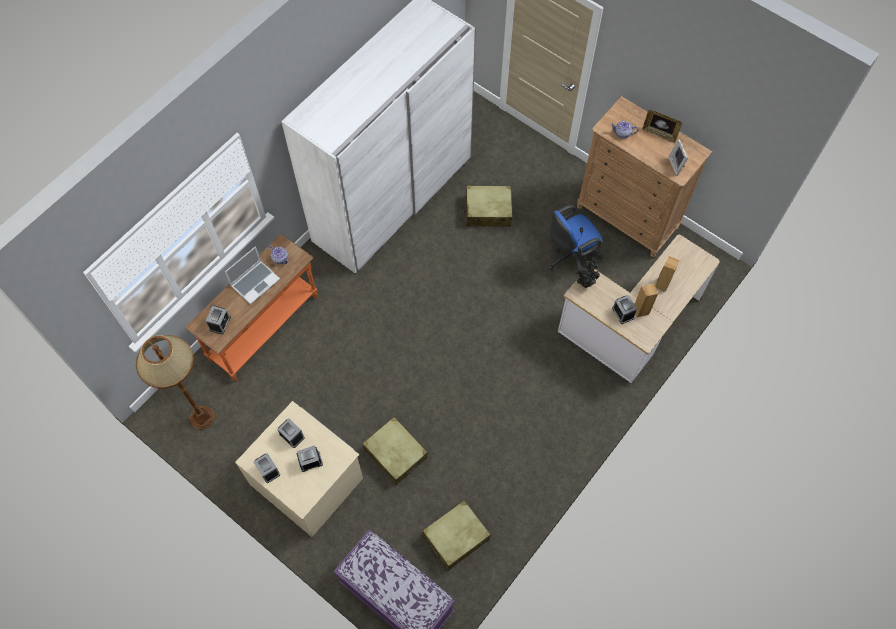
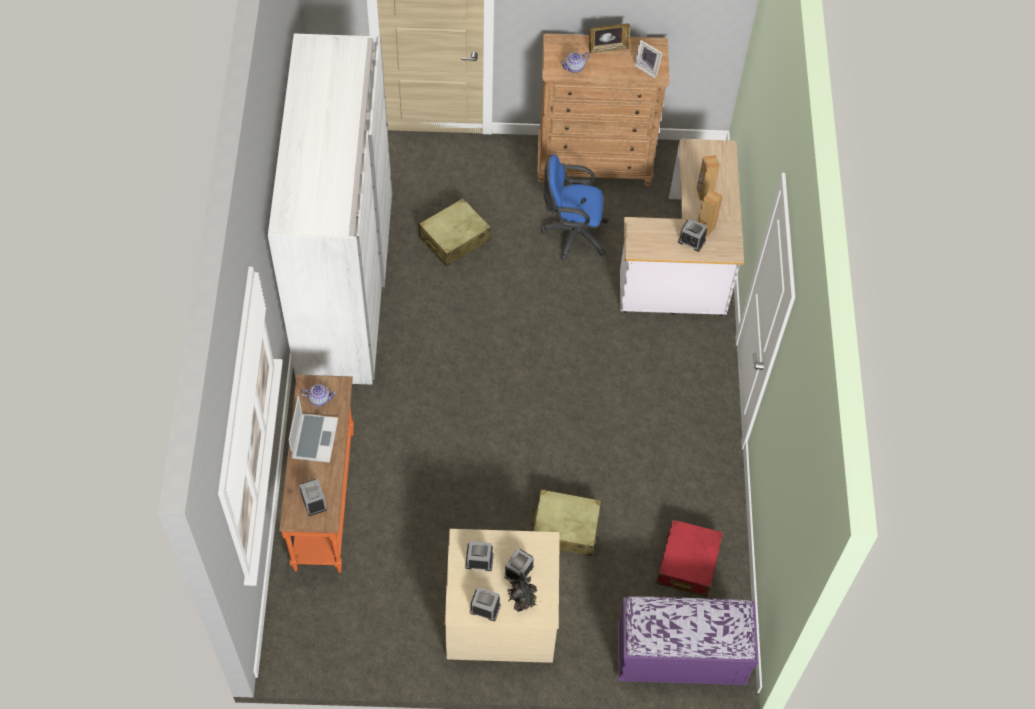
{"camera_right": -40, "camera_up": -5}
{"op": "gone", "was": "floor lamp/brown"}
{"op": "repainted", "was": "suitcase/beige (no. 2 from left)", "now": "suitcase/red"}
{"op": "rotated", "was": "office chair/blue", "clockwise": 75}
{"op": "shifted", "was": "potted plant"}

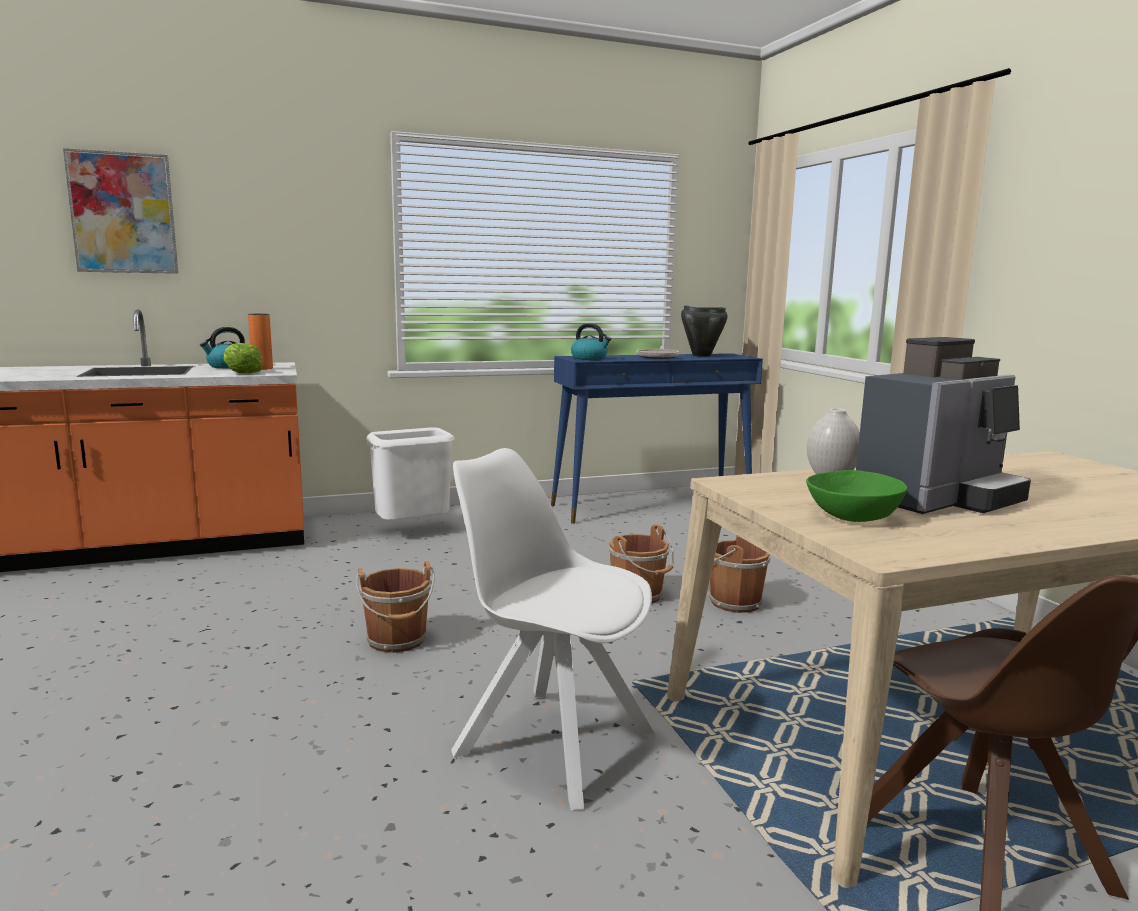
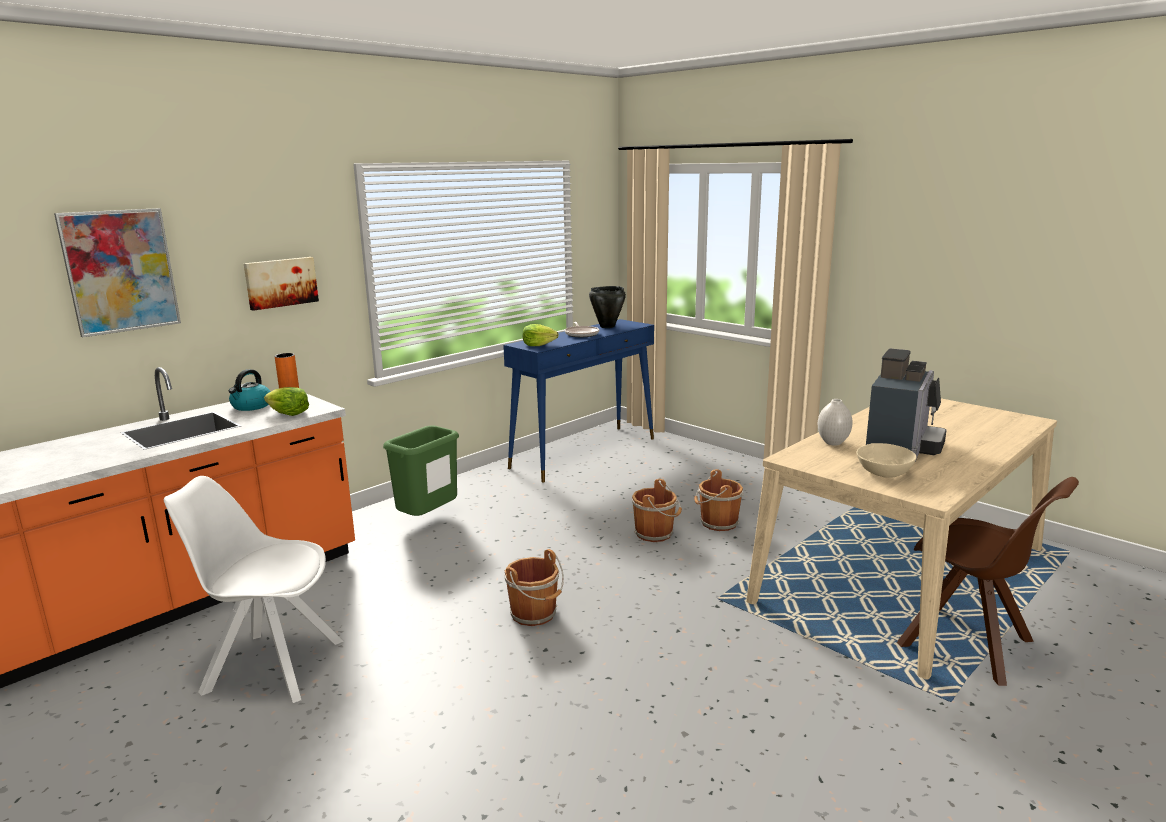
{"camera_right": -25, "camera_up": 5}
{"op": "repainted", "was": "trash can/white", "now": "trash can/green"}
{"op": "shifted", "was": "chair/white"}
{"op": "swapped", "was": "kettle (no. 2 from left)", "now": "lettuce (no. 2 from left)"}
{"op": "repainted", "was": "bowl/green", "now": "bowl/beige"}
{"op": "new", "now": "picture (no. 2 from left)"}

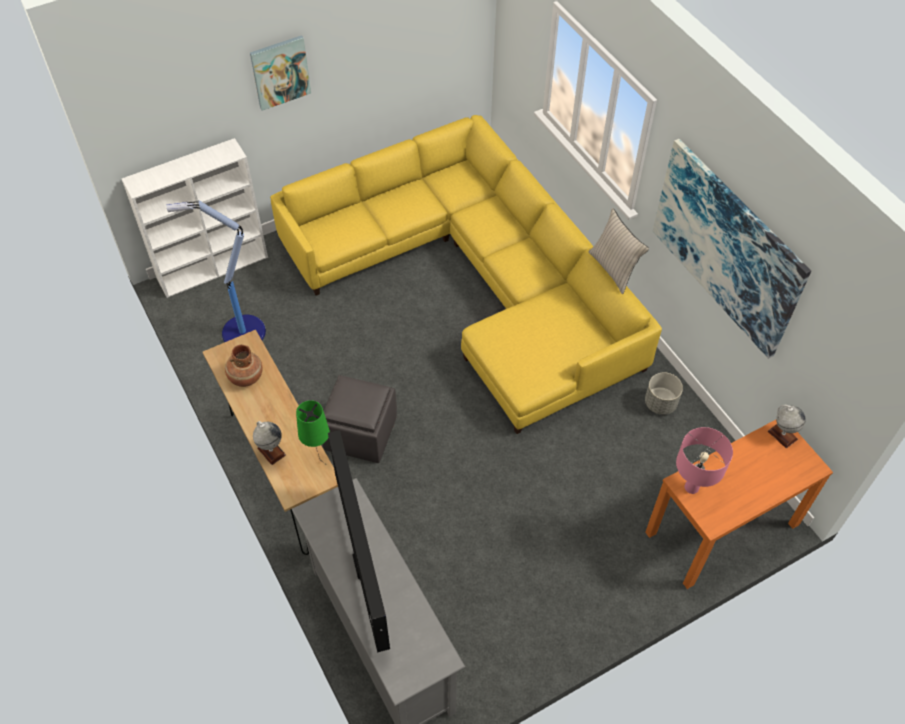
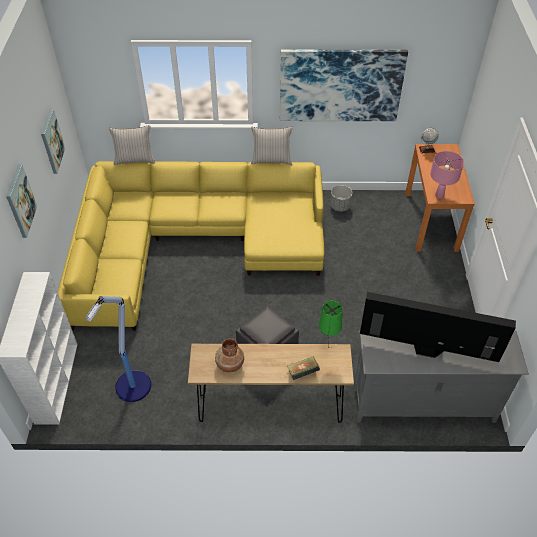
{"camera_right": -60, "camera_up": -5}
{"op": "swapped", "was": "globe (no. 1 from left)", "now": "book"}
{"op": "new", "now": "picture (no. 2 from left)"}
{"op": "new", "now": "pillow/beige (no. 1 from left)"}

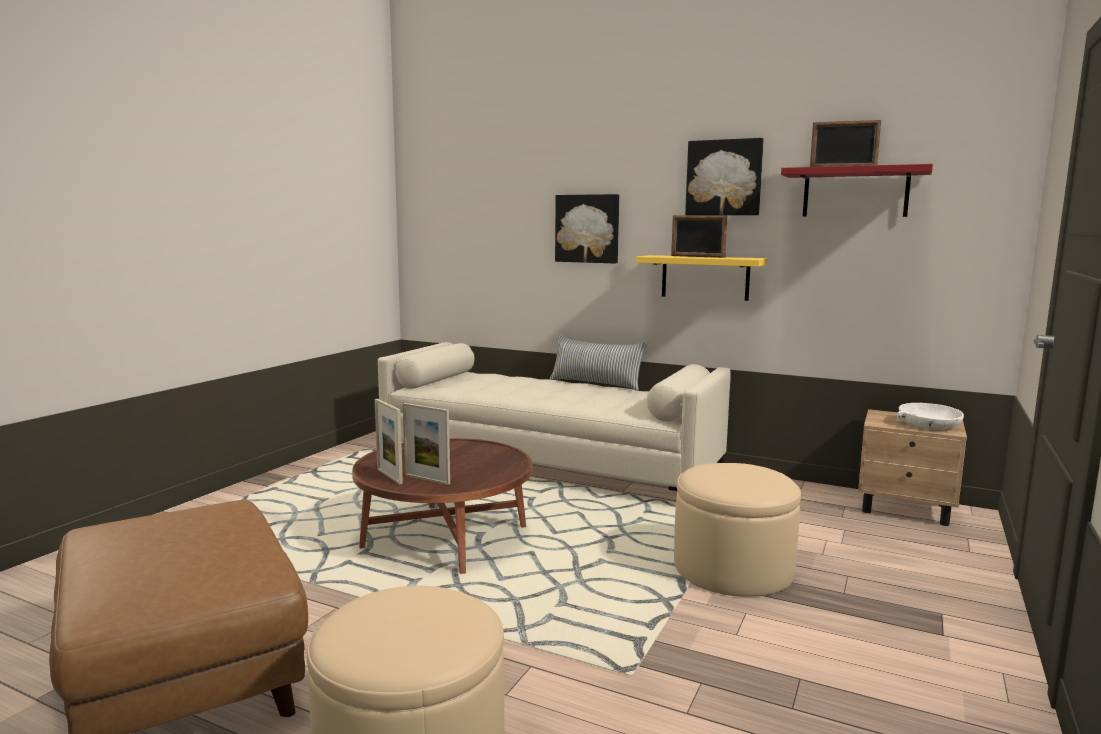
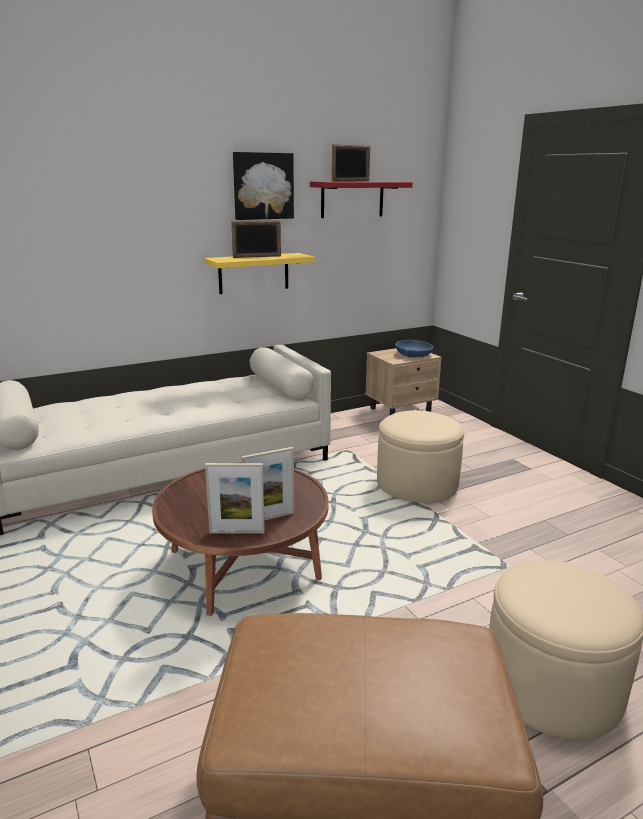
{"camera_right": -55, "camera_up": 10}
{"op": "gone", "was": "pillow"}
{"op": "gone", "was": "picture (no. 1 from left)"}
{"op": "repainted", "was": "bowl/white", "now": "bowl/blue"}

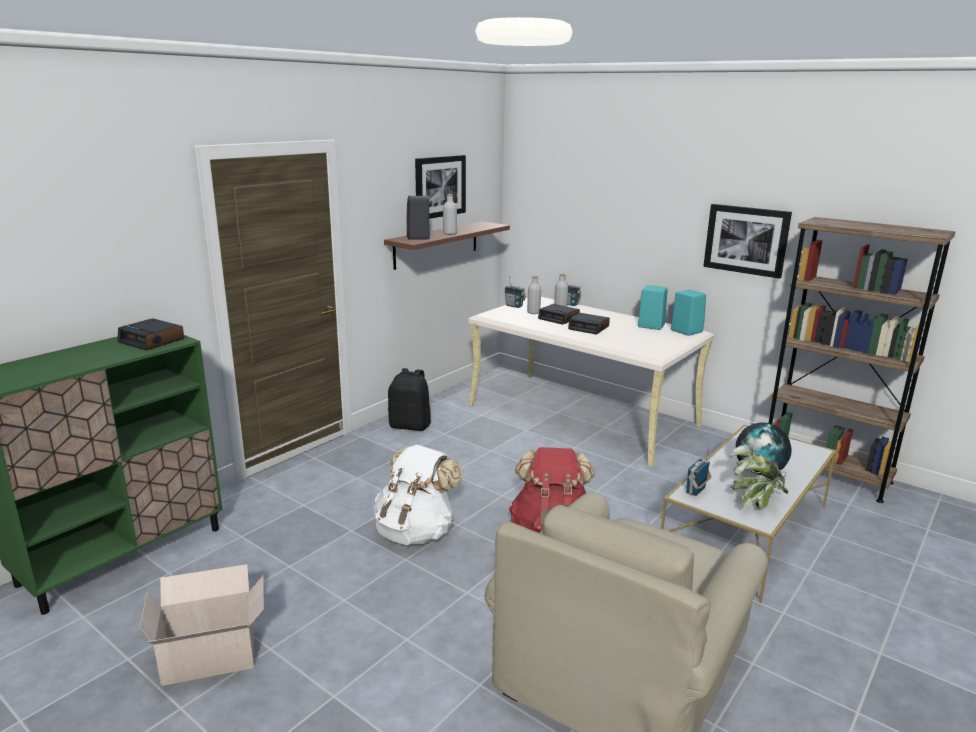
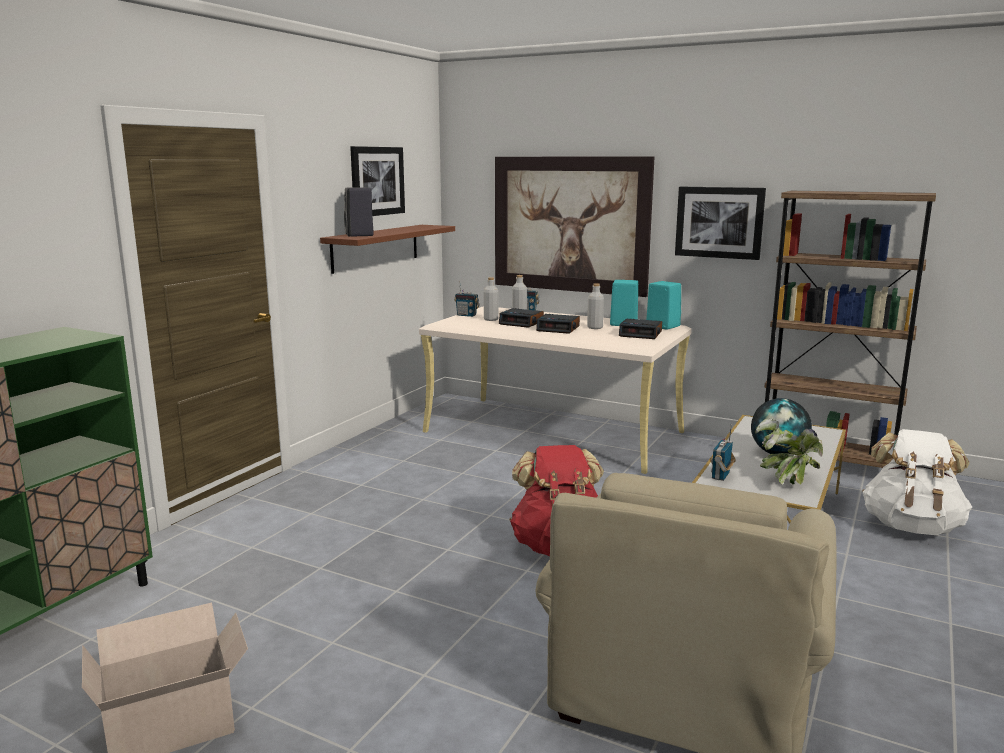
{"camera_right": -10, "camera_up": -5}
{"op": "shifted", "was": "alarm clock (no. 1 from left in the first image)", "now": "alarm clock (no. 3 from left)"}
{"op": "shifted", "was": "backpack/white"}
{"op": "gone", "was": "backpack/black"}
{"op": "shifted", "was": "bottle/grey (no. 1 from left in the first image)", "now": "bottle/grey (no. 3 from left)"}
{"op": "new", "now": "picture (no. 2 from left)"}

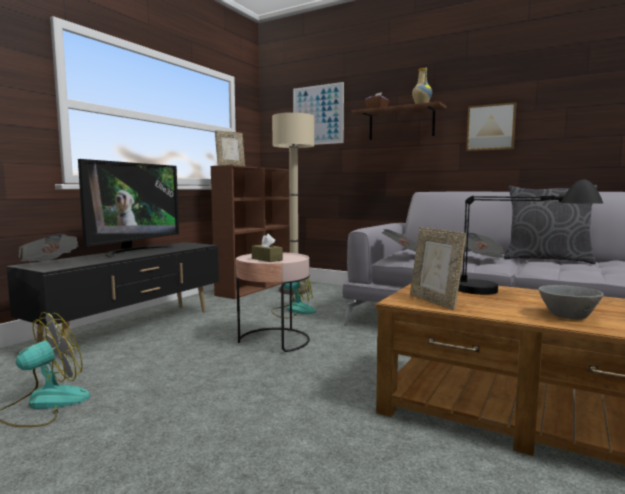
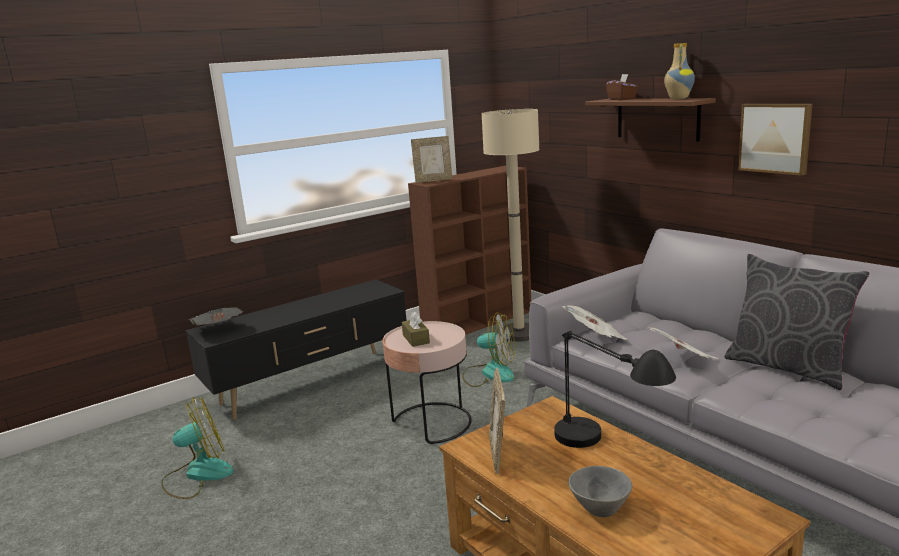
{"camera_right": 25, "camera_up": 10}
{"op": "gone", "was": "television"}
{"op": "gone", "was": "picture (no. 1 from left)"}

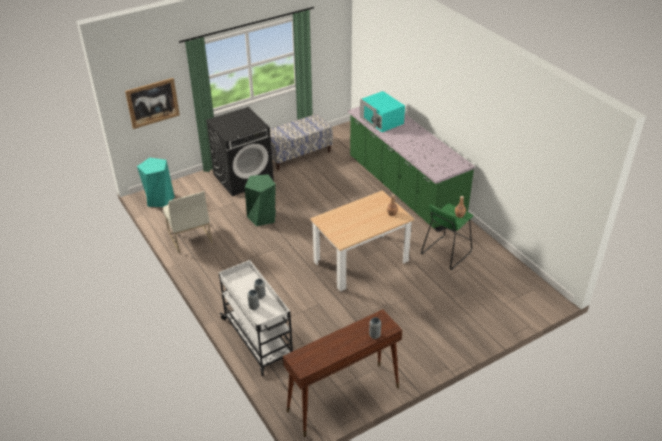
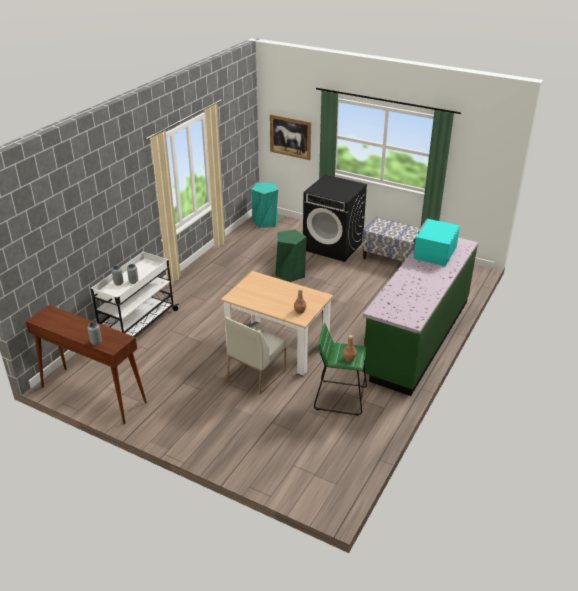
{"camera_right": 60, "camera_up": -5}
{"op": "shifted", "was": "chair/white"}

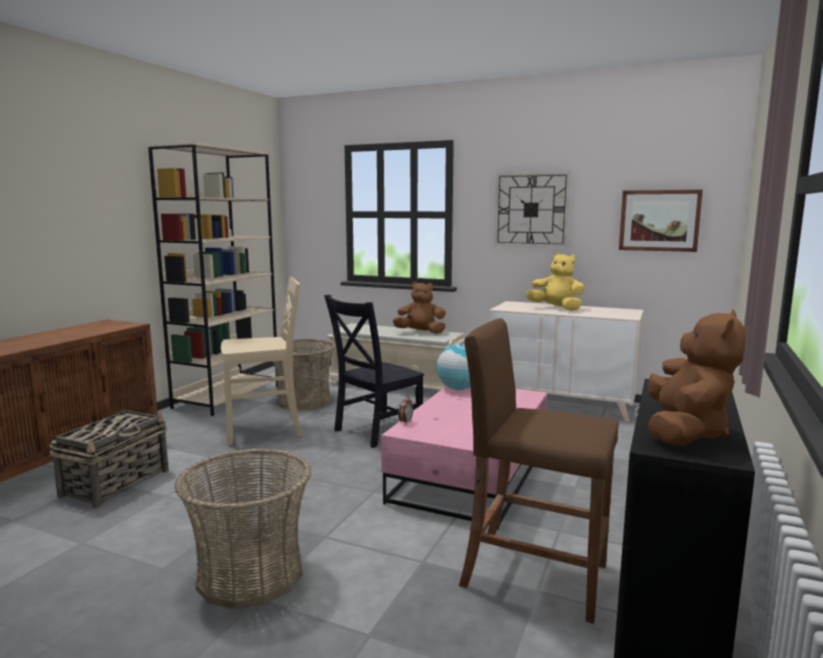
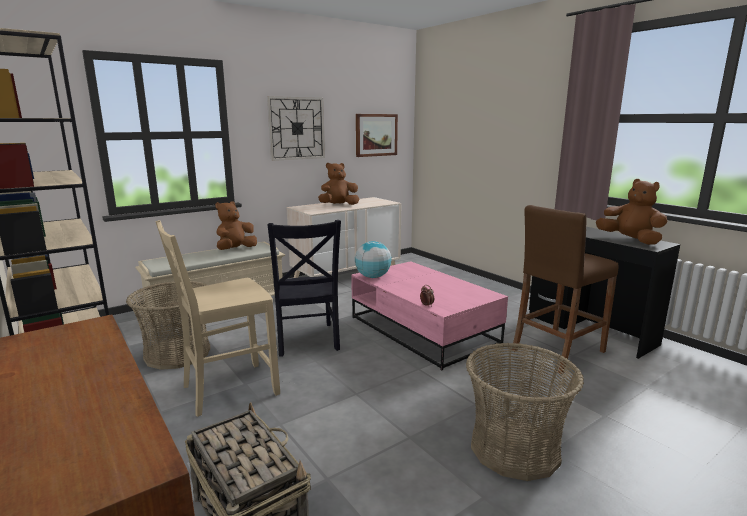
{"camera_right": -60, "camera_up": 5}
{"op": "rotated", "was": "chair/beige", "clockwise": -135}
{"op": "repainted", "was": "plush toy/yellow", "now": "plush toy/brown (no. 2 from left)"}

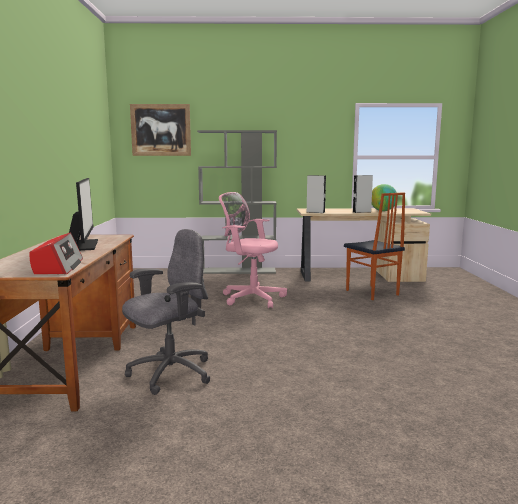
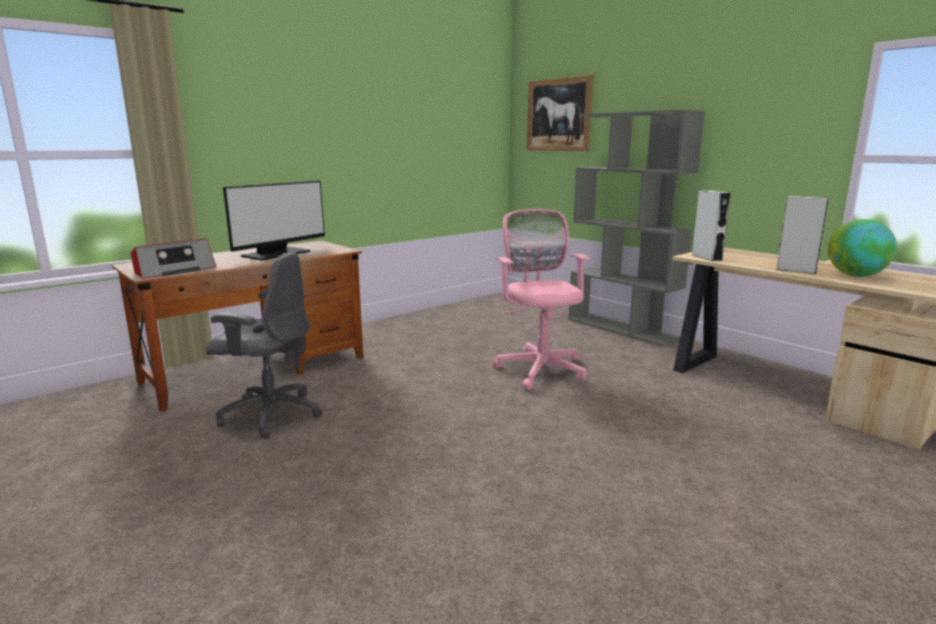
{"camera_right": 50, "camera_up": 5}
{"op": "gone", "was": "chair"}

